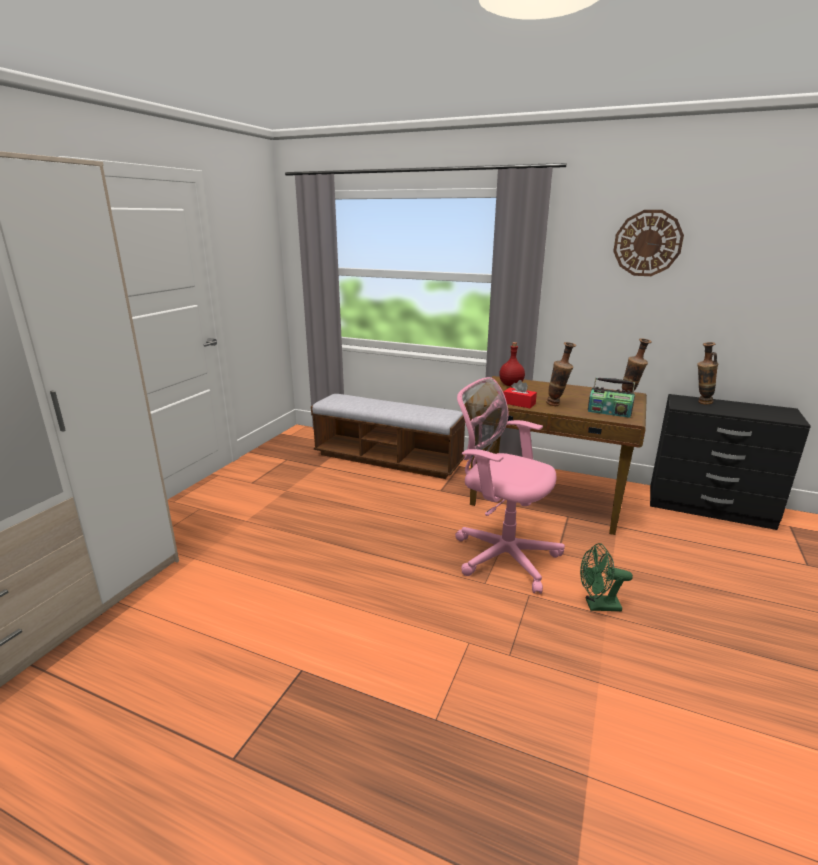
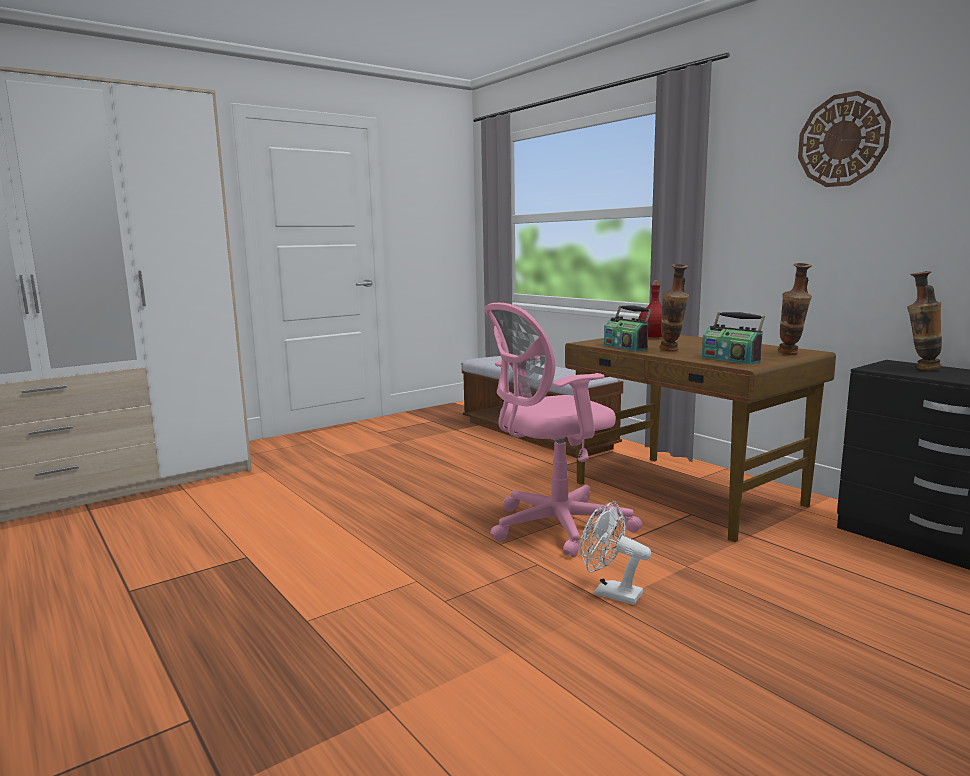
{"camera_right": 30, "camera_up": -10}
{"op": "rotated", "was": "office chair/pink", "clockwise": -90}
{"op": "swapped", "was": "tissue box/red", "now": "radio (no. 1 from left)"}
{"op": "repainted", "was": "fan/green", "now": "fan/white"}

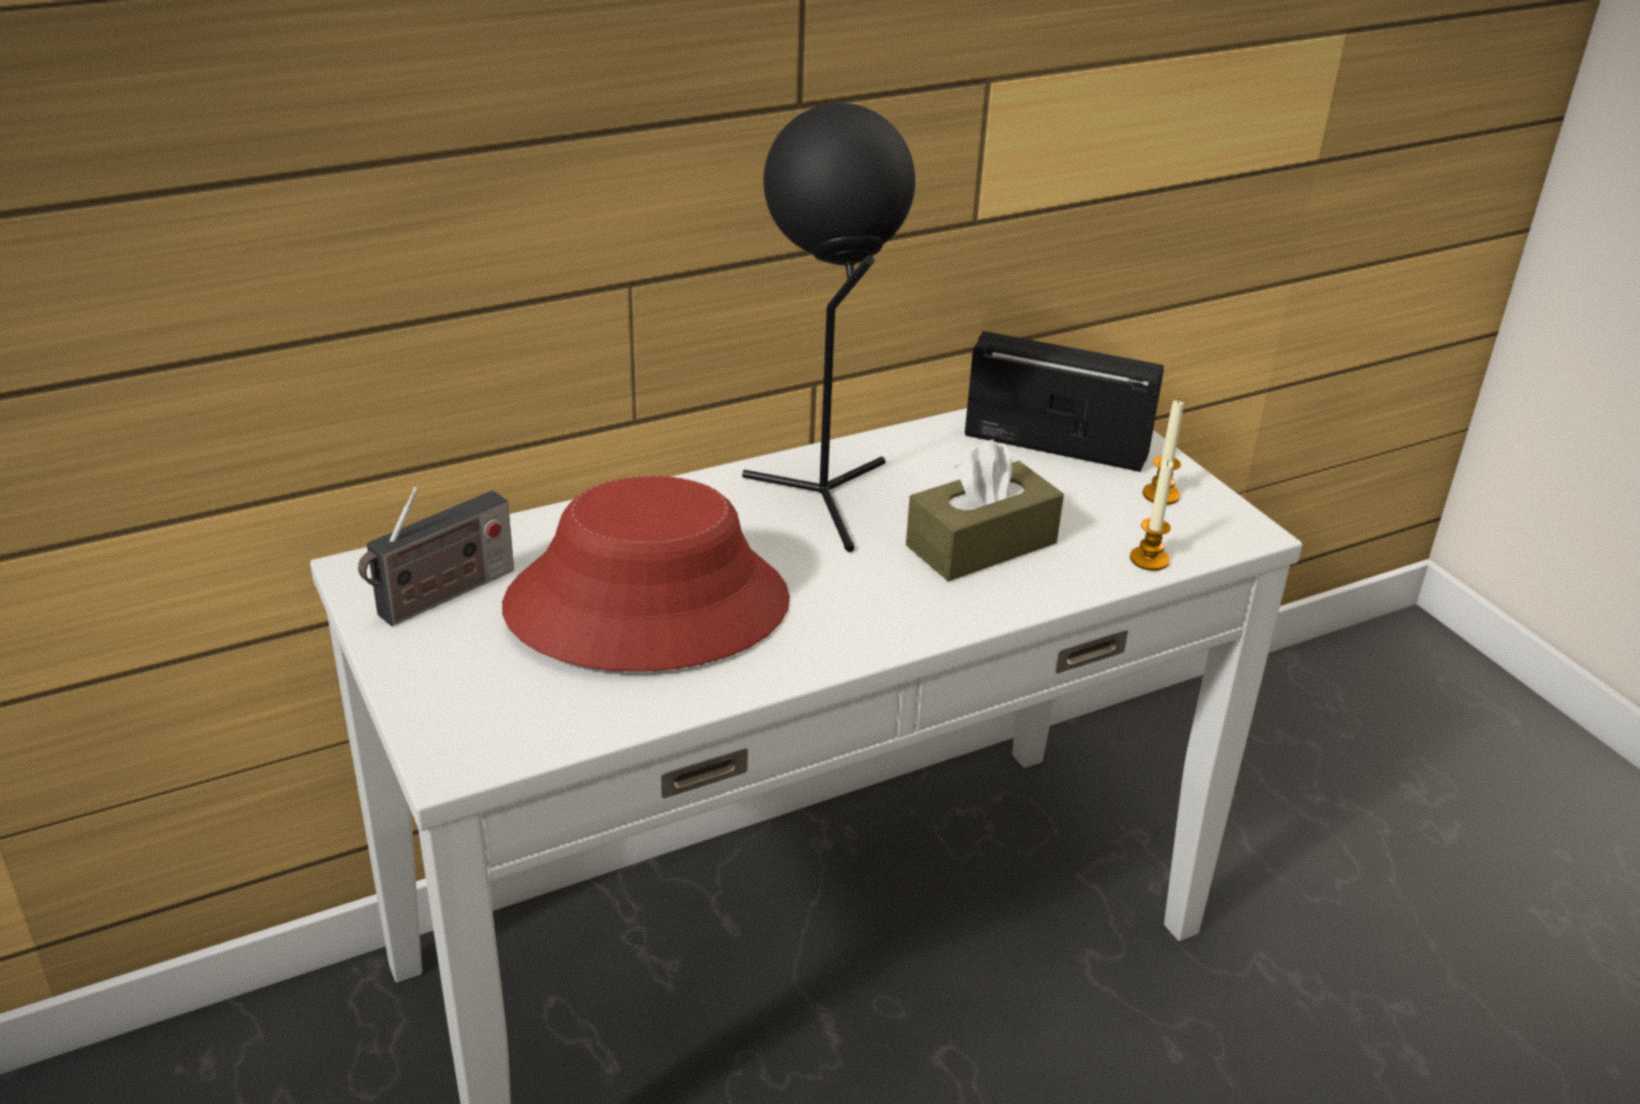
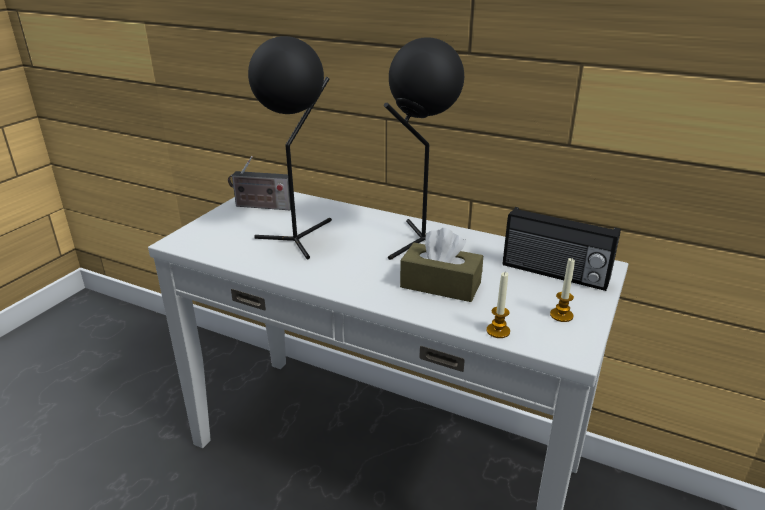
{"camera_right": 55, "camera_up": -5}
{"op": "swapped", "was": "hat/red", "now": "table lamp/black (no. 1 from left)"}
{"op": "rotated", "was": "radio (no. 2 from left)", "clockwise": 135}

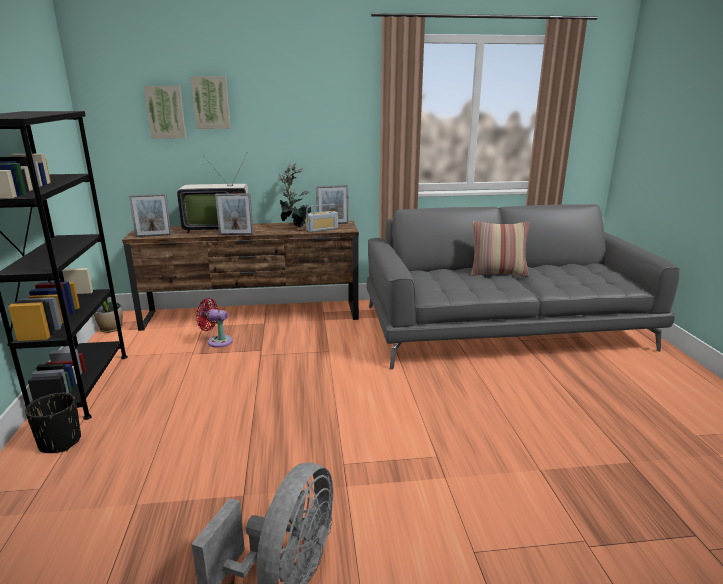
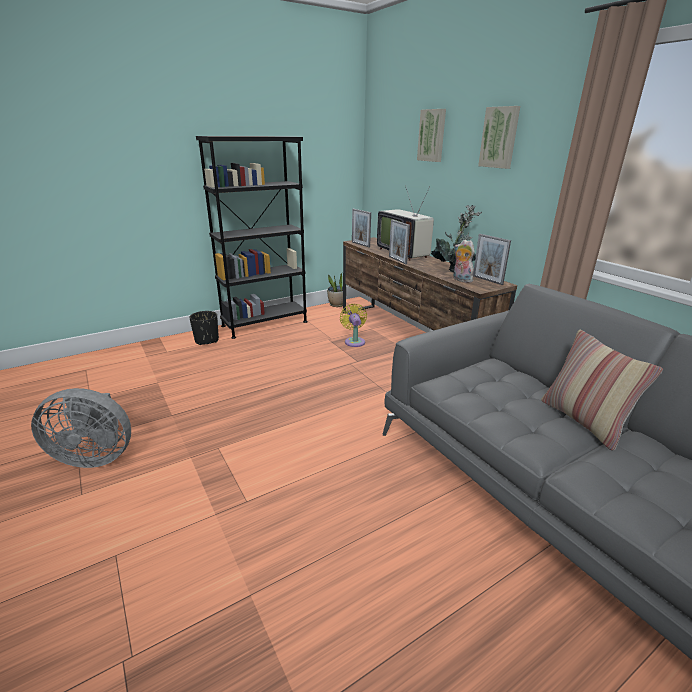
{"camera_right": 65, "camera_up": 5}
{"op": "shifted", "was": "picture (no. 1 from left in the first image)", "now": "picture (no. 2 from left)"}
{"op": "repainted", "was": "fan/red", "now": "fan/yellow"}
{"op": "swapped", "was": "radio", "now": "plush toy"}

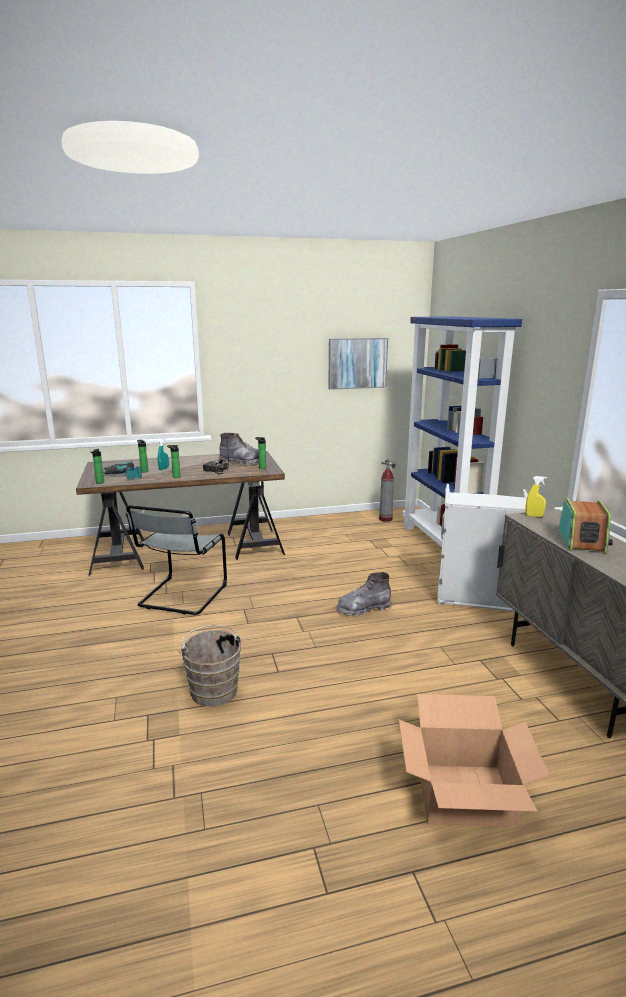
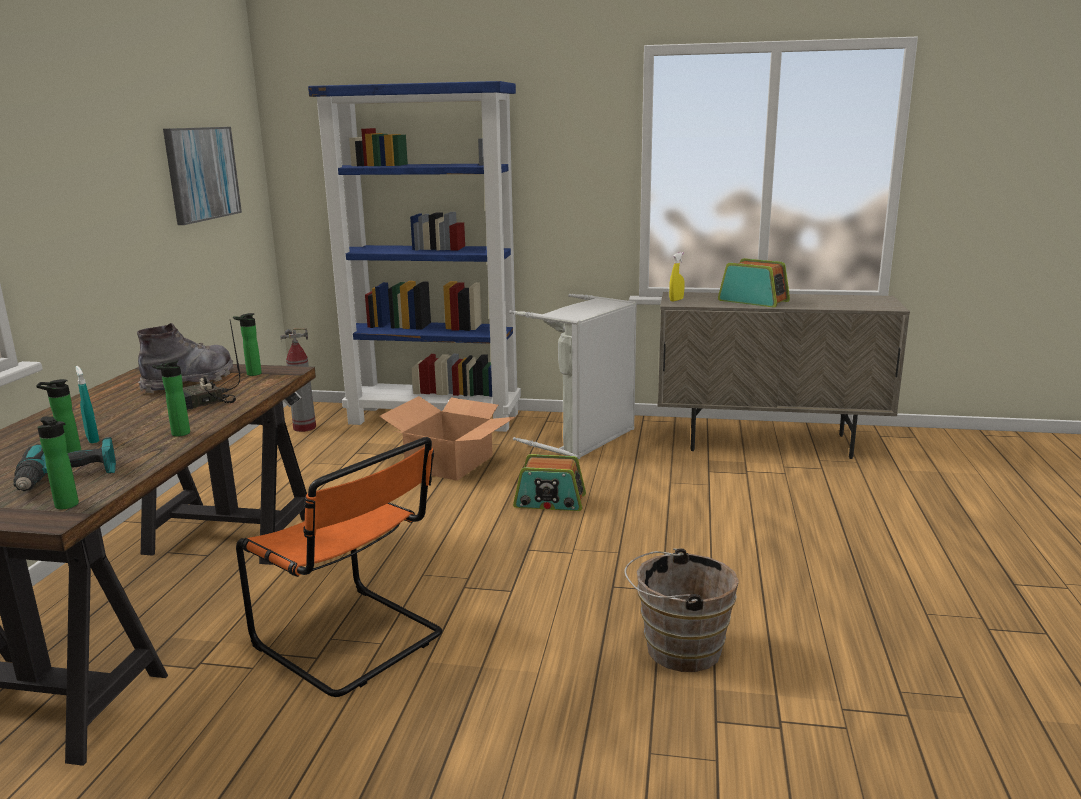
{"camera_right": -65, "camera_up": 0}
{"op": "repainted", "was": "chair/grey", "now": "chair/orange"}
{"op": "swapped", "was": "boot/grey (no. 2 from left)", "now": "radio (no. 2 from left)"}
{"op": "shifted", "was": "cardboard box"}

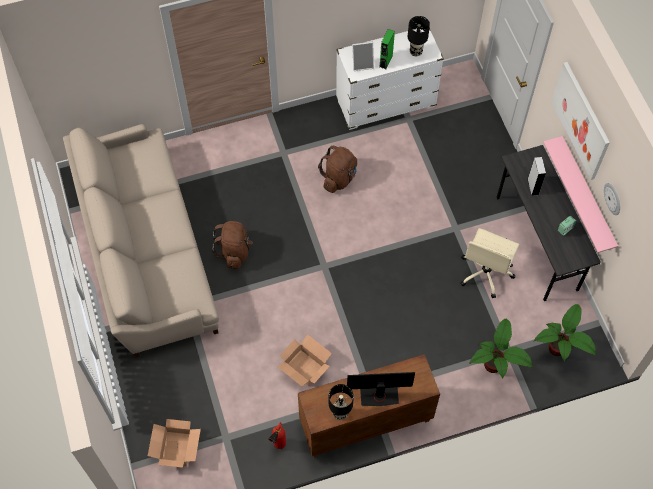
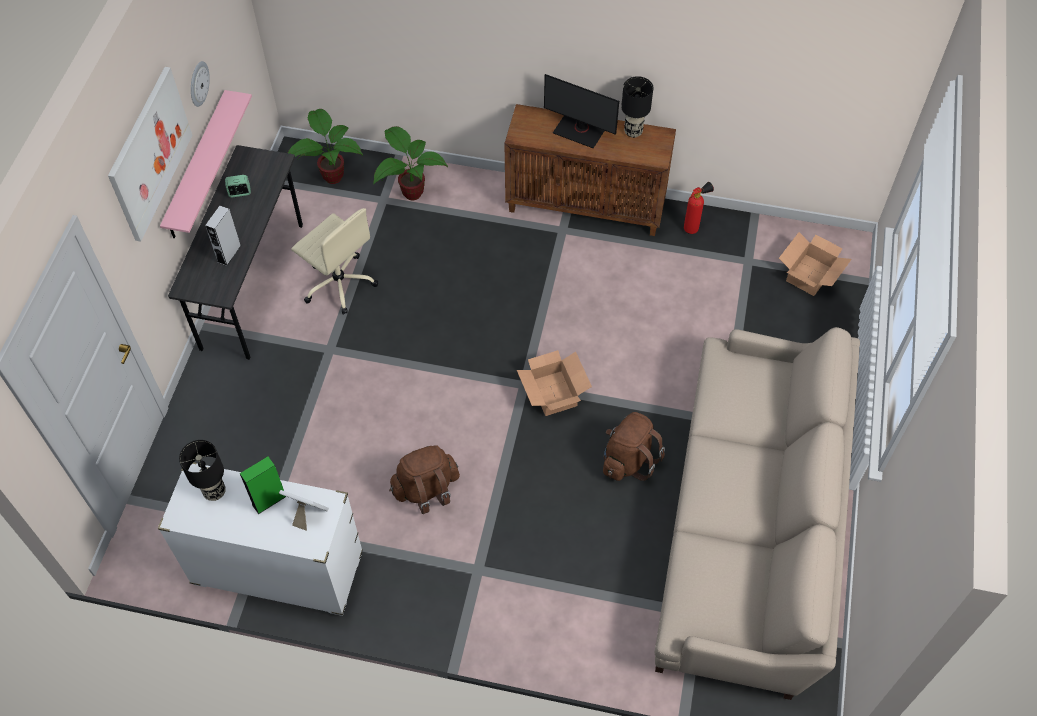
{"camera_right": -150, "camera_up": -5}
{"op": "shifted", "was": "cardboard box (no. 2 from left in the first image)", "now": "cardboard box (no. 1 from left)"}
{"op": "rotated", "was": "office chair/beige", "clockwise": 75}

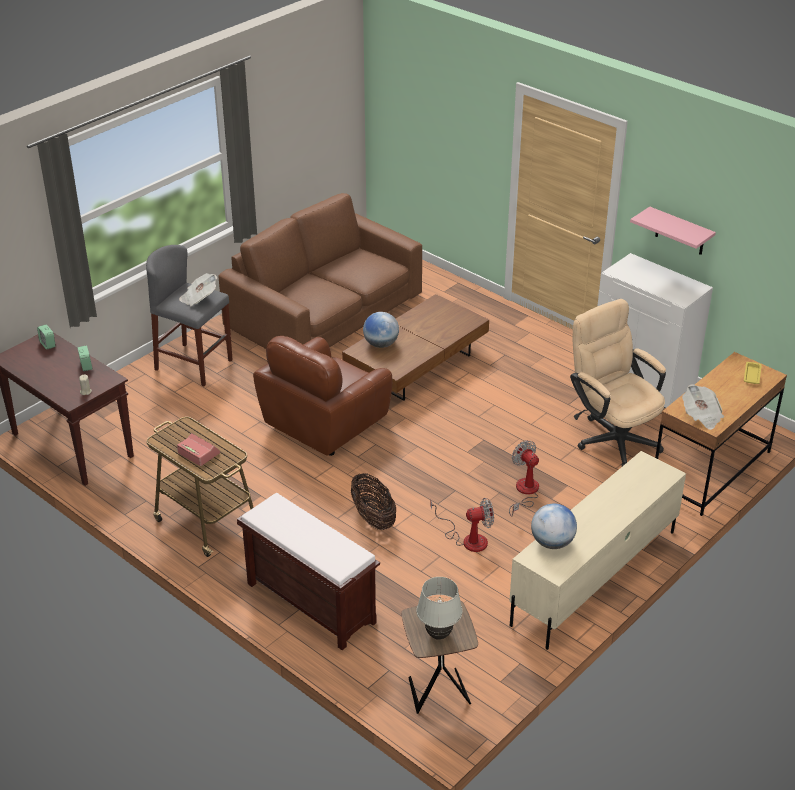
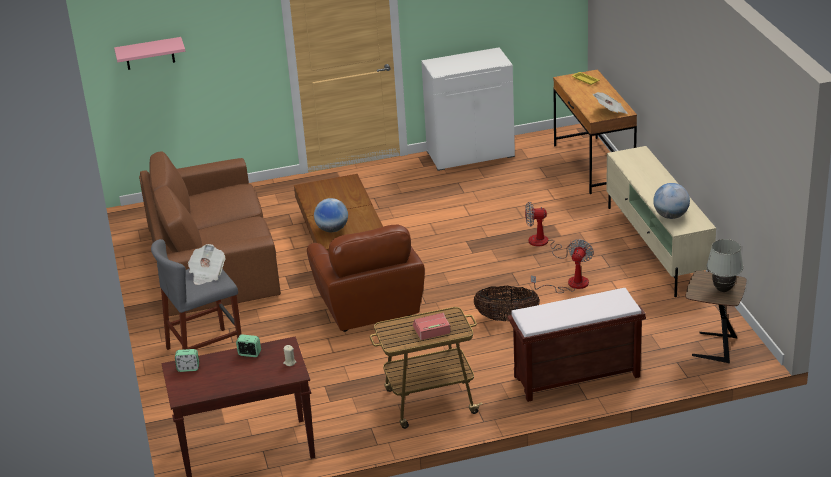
{"camera_right": -55, "camera_up": -5}
{"op": "gone", "was": "office chair/beige"}
{"op": "shifted", "was": "shelf/pink"}

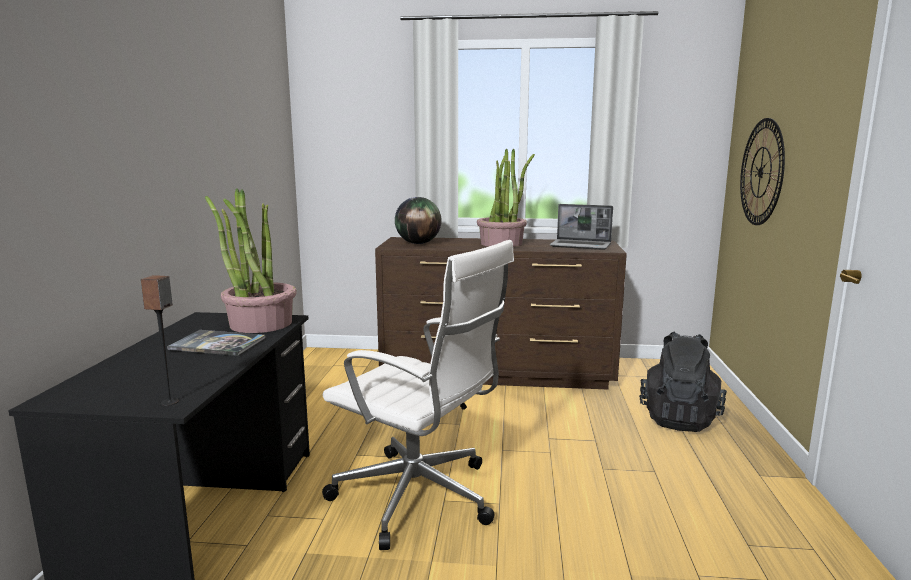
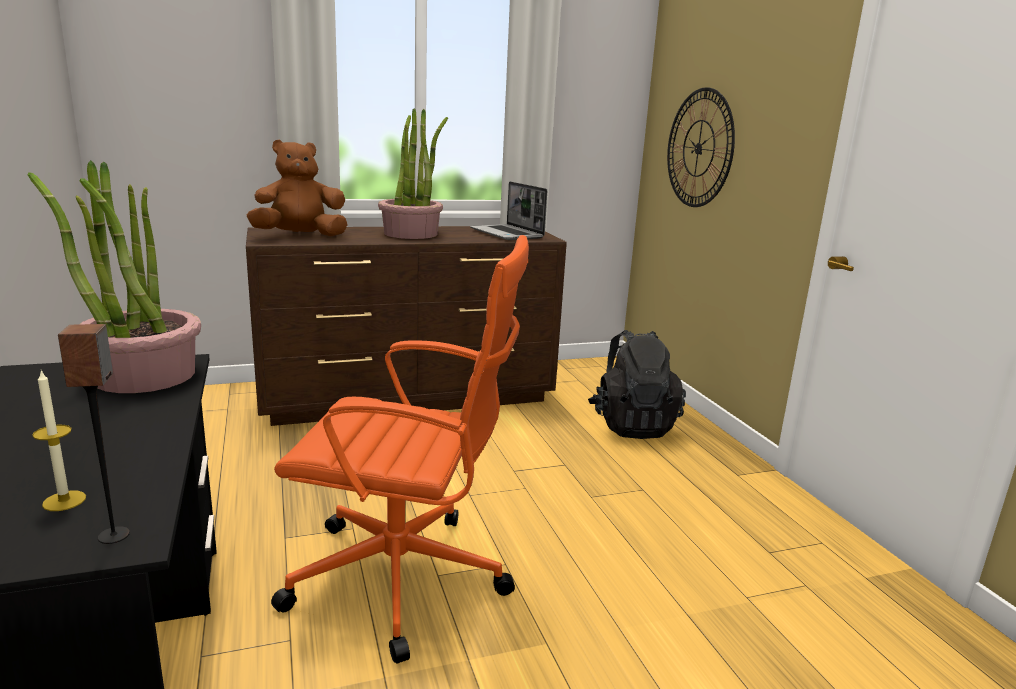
{"camera_right": -25, "camera_up": 5}
{"op": "gone", "was": "book"}
{"op": "repainted", "was": "office chair/white", "now": "office chair/orange"}
{"op": "swapped", "was": "globe", "now": "plush toy/brown"}
{"op": "rotated", "was": "laptop", "clockwise": 60}
{"op": "new", "now": "candle"}

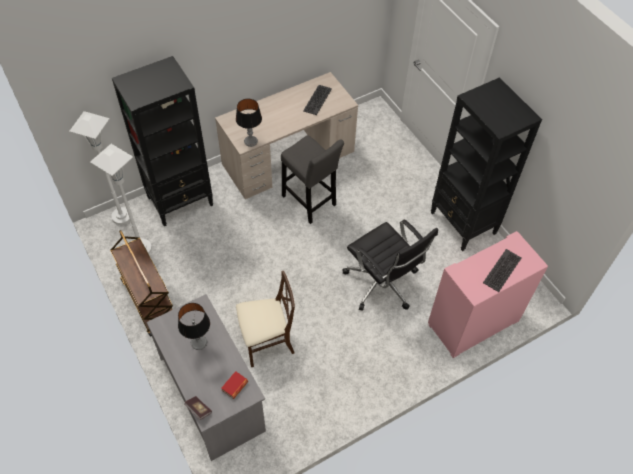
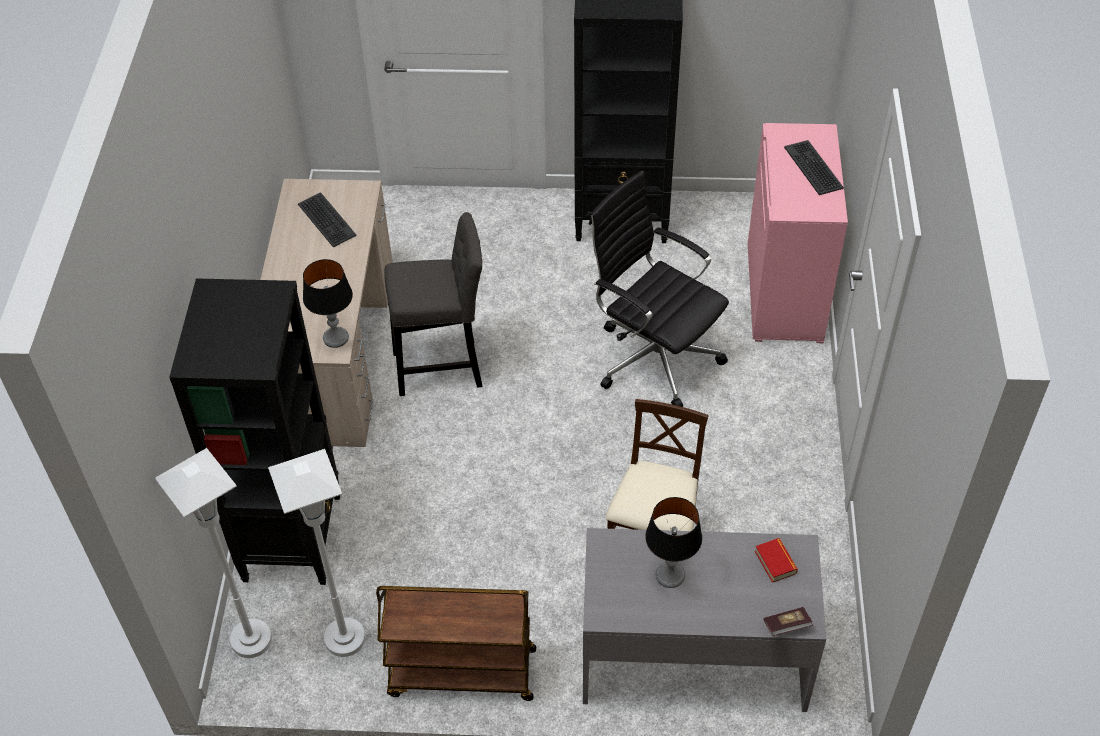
{"camera_right": -55, "camera_up": -5}
{"op": "rotated", "was": "office chair/black", "clockwise": -135}

